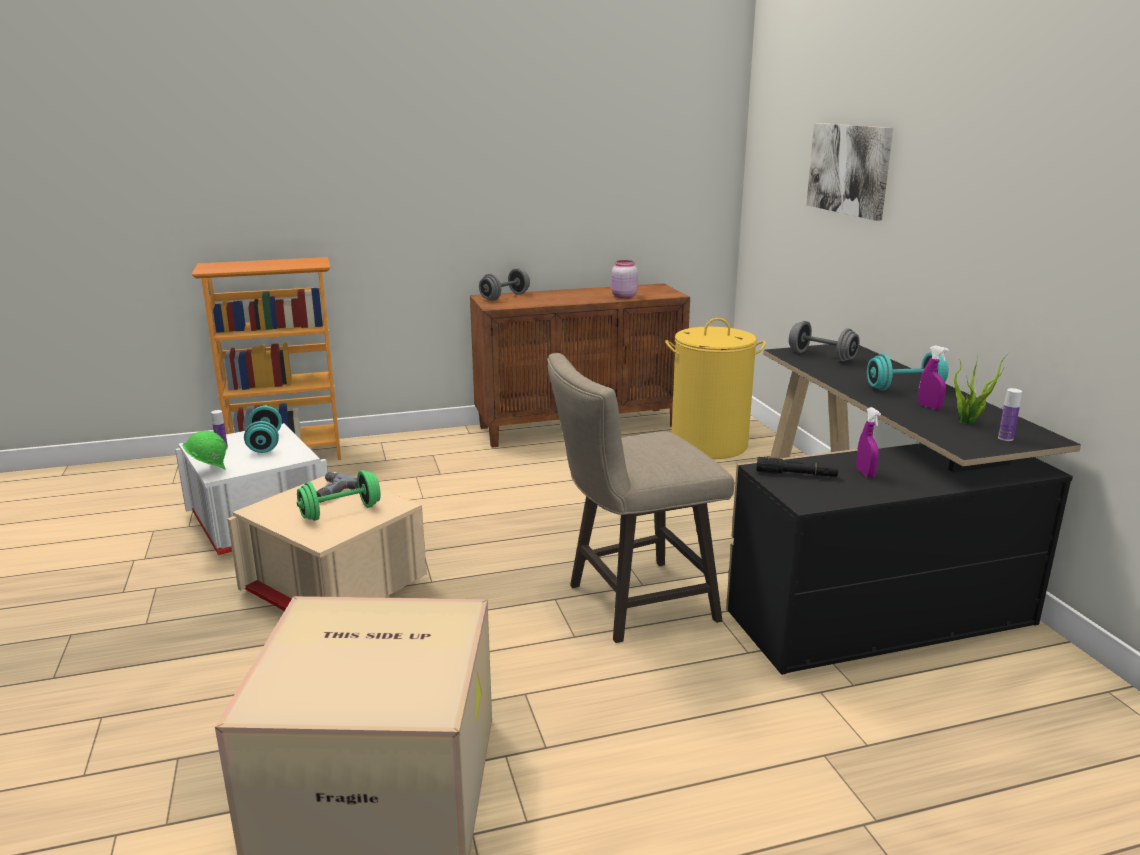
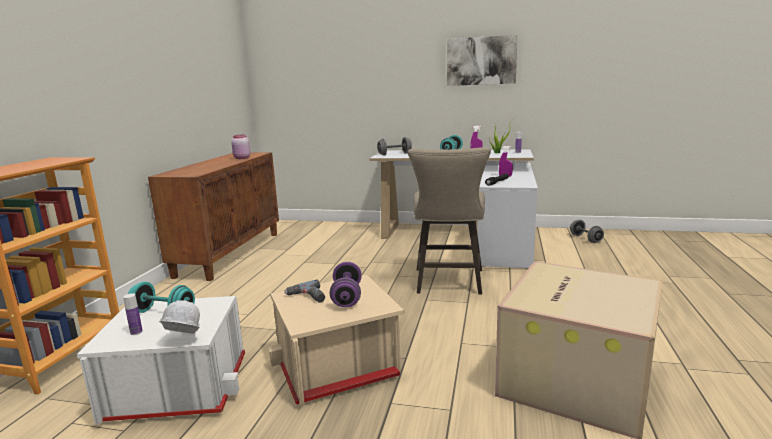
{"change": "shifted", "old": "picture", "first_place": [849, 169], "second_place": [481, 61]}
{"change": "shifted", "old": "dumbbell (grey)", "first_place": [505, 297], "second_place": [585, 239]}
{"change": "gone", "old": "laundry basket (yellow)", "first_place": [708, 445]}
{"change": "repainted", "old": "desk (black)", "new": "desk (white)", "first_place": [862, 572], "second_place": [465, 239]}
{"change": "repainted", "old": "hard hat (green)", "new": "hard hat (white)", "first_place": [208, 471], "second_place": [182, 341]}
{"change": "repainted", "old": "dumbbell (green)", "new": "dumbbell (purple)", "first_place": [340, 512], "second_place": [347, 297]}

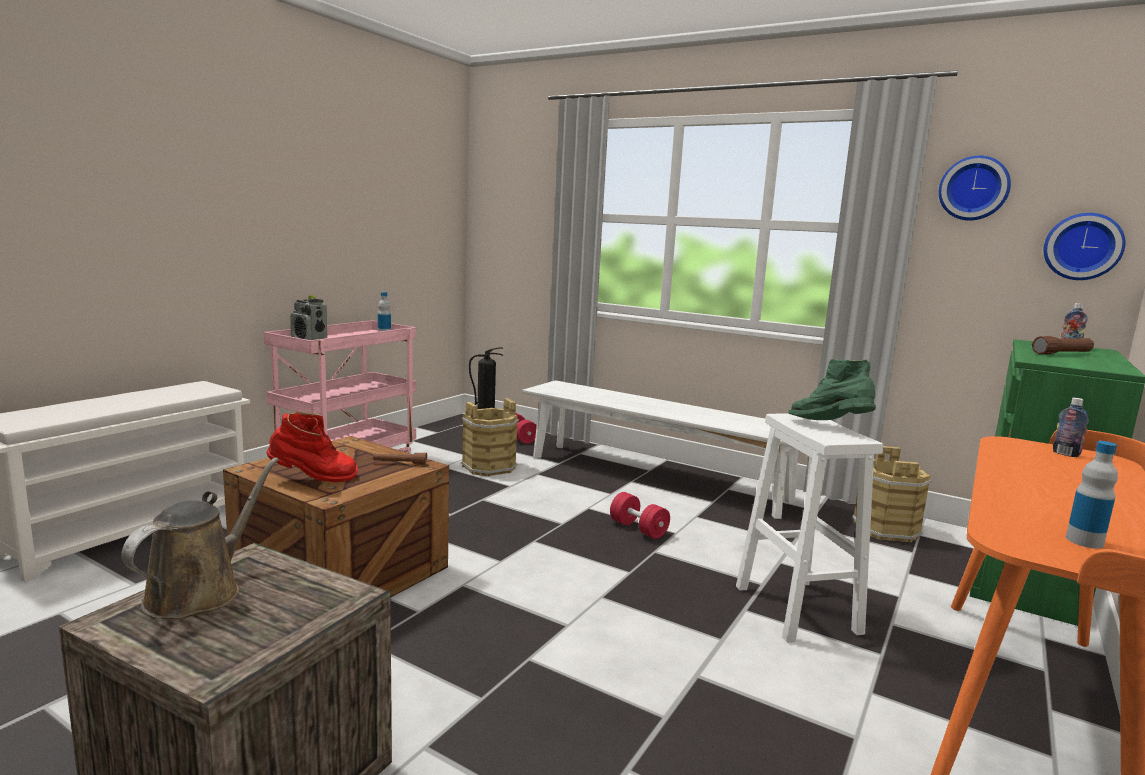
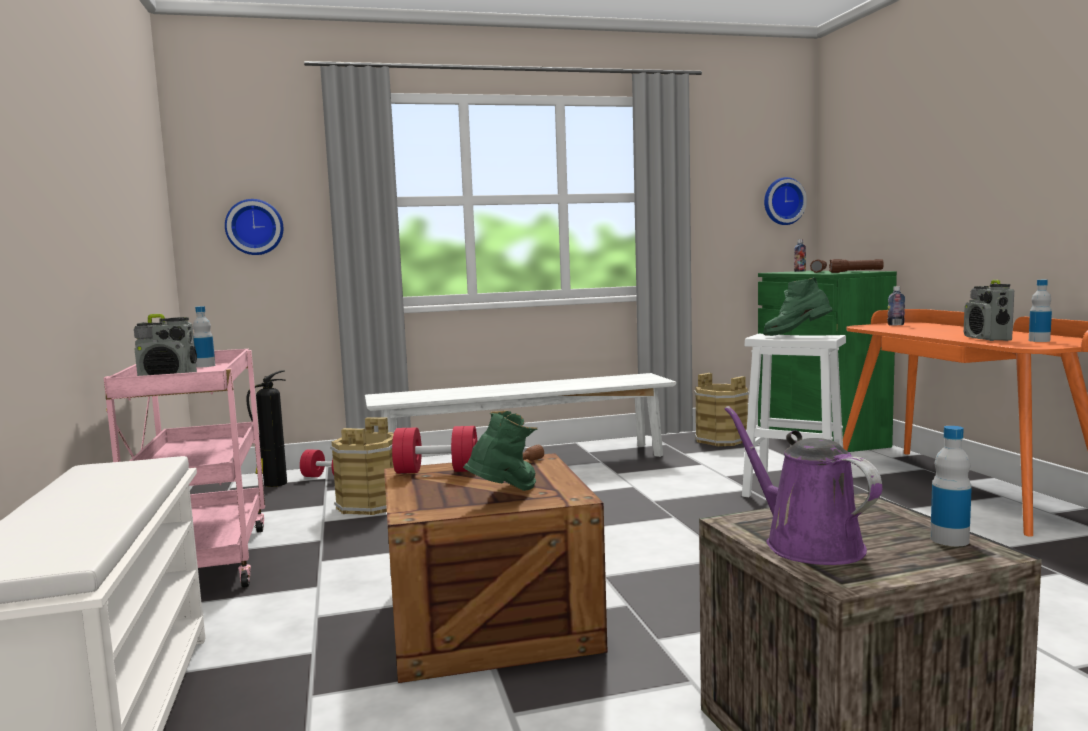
{"change": "shifted", "old": "wall clock", "first_place": [974, 188], "second_place": [254, 227]}
{"change": "repainted", "old": "boot (red)", "new": "boot (green)", "first_place": [313, 479], "second_place": [505, 496]}
{"change": "repainted", "old": "watering can (brown)", "new": "watering can (purple)", "first_place": [200, 592], "second_place": [806, 544]}
{"change": "shifted", "old": "dumbbell (red)", "first_place": [638, 529], "second_place": [437, 471]}
{"change": "new", "new": "flashlight (brown)", "second_place": [856, 272]}
{"change": "new", "new": "radio", "second_place": [987, 339]}
{"change": "new", "new": "bottle", "second_place": [949, 540]}

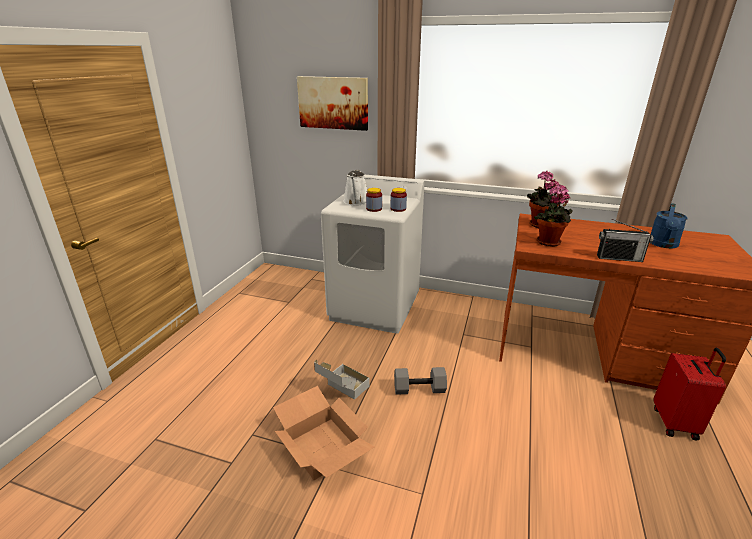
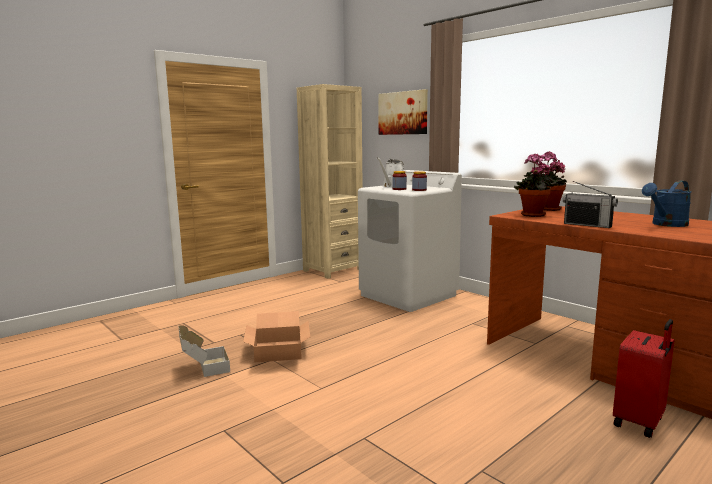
{"change": "shifted", "old": "cardboard box", "first_place": [342, 390], "second_place": [204, 368]}
{"change": "gone", "old": "dumbbell (grey)", "first_place": [419, 388]}
{"change": "new", "new": "bookcase (beige)", "second_place": [333, 270]}

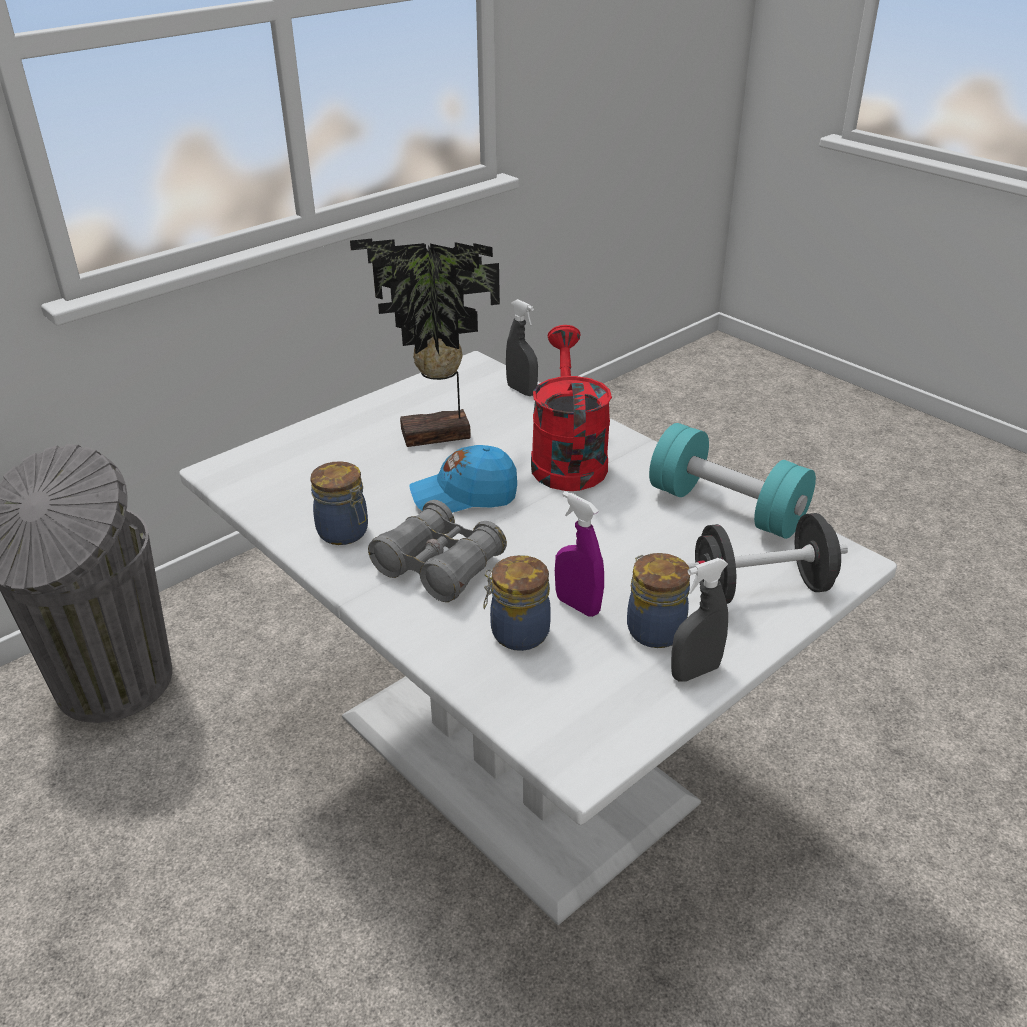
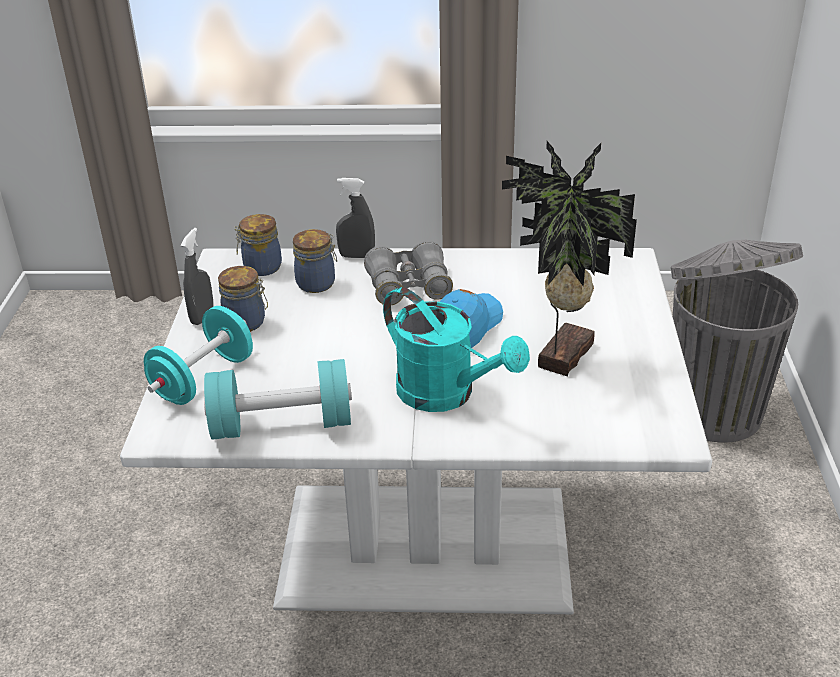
{"change": "shifted", "old": "spray bottle (grey)", "first_place": [521, 390], "second_place": [357, 256]}
{"change": "repainted", "old": "watering can (red)", "new": "watering can (turquoise)", "first_place": [567, 458], "second_place": [447, 394]}
{"change": "shifted", "old": "jar", "first_place": [344, 533], "second_place": [261, 267]}
{"change": "gone", "old": "spray bottle (purple)", "first_place": [577, 605]}
{"change": "repainted", "old": "dumbbell (black)", "new": "dumbbell (turquoise)", "first_place": [761, 589], "second_place": [203, 379]}

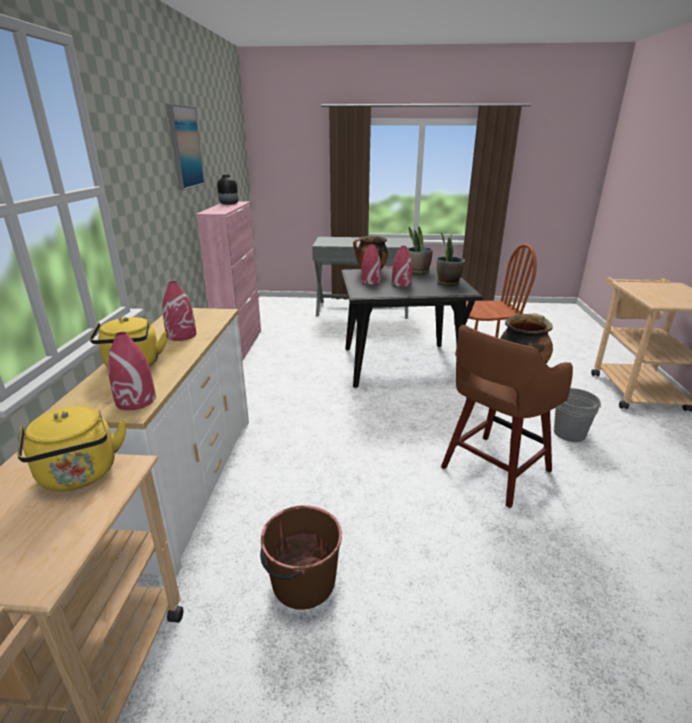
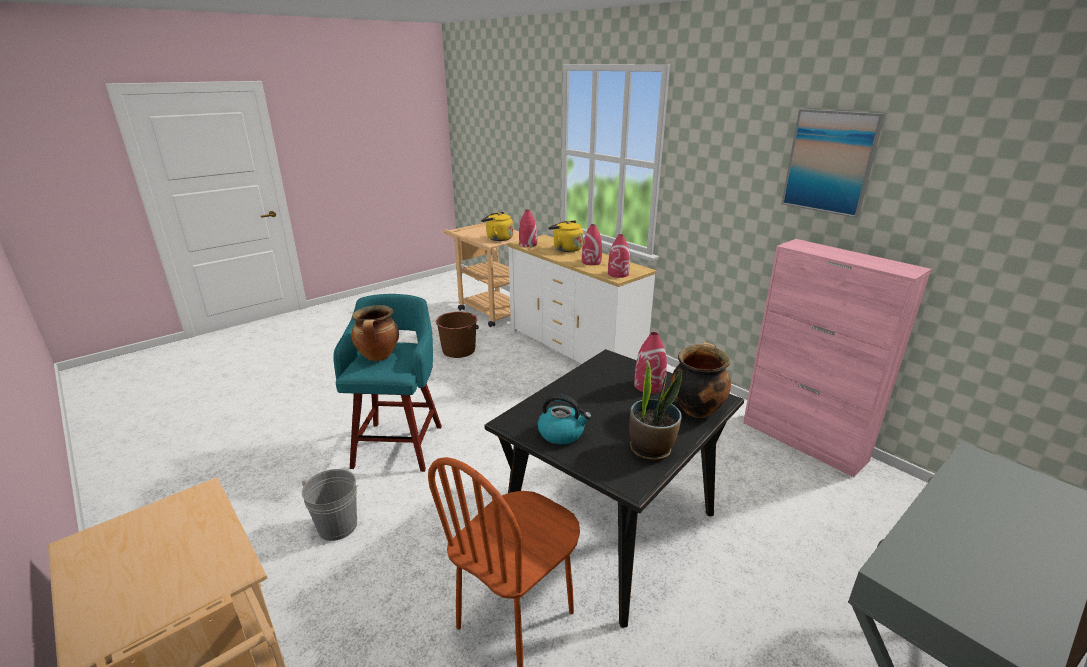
{"change": "gone", "old": "vase (black)", "first_place": [228, 204]}
{"change": "swapped", "old": "potted plant", "new": "kettle", "first_place": [448, 283], "second_place": [562, 433]}
{"change": "shifted", "old": "vase (red)", "first_place": [401, 284], "second_place": [618, 274]}
{"change": "repainted", "old": "stool (brown)", "new": "stool (turquoise)", "first_place": [493, 470], "second_place": [399, 444]}

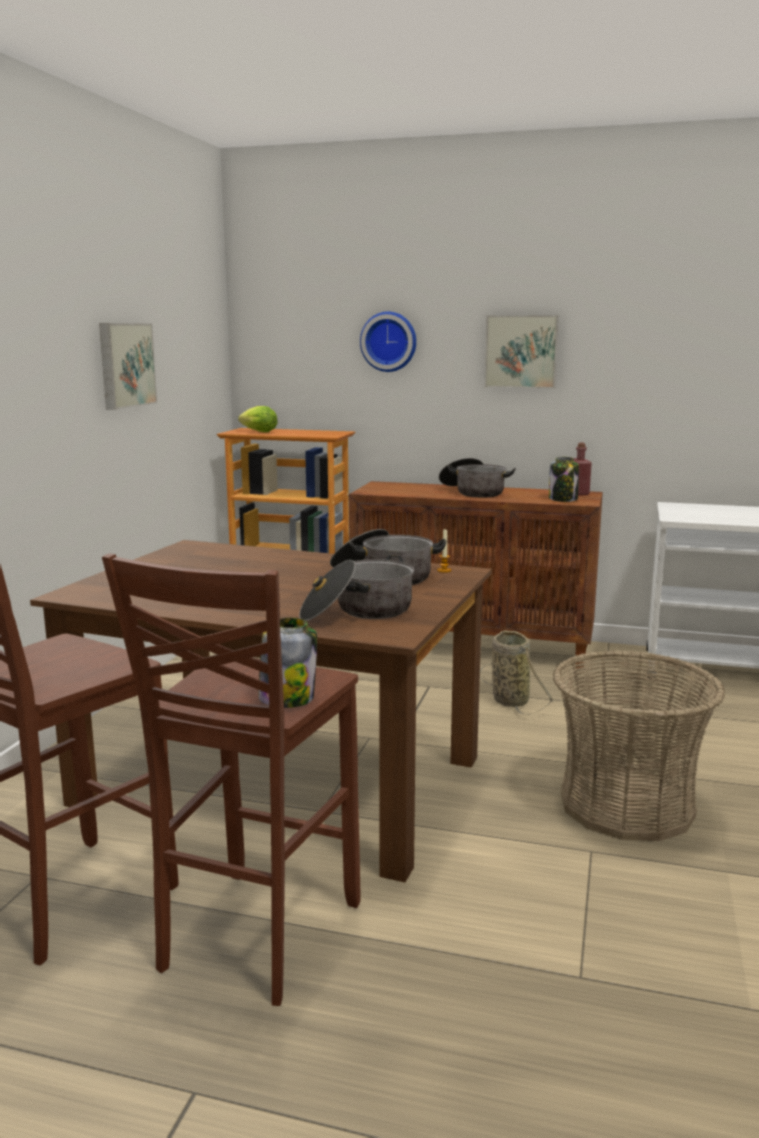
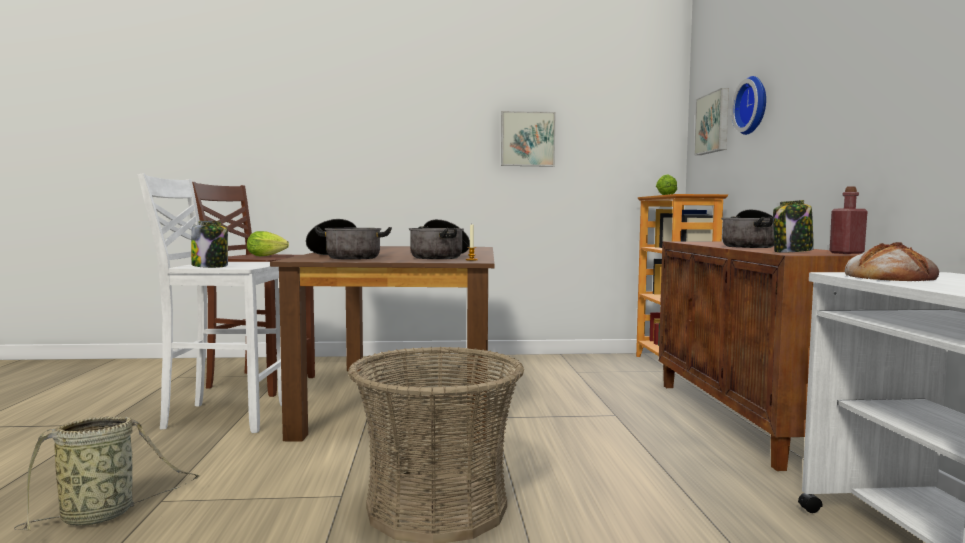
{"change": "shifted", "old": "picture", "first_place": [521, 351], "second_place": [714, 123]}
{"change": "repainted", "old": "stool (brown)", "new": "stool (white)", "first_place": [255, 937], "second_place": [223, 417]}
{"change": "shifted", "old": "basket", "first_place": [509, 699], "second_place": [103, 515]}
{"change": "new", "new": "lettuce", "second_place": [268, 256]}
{"change": "new", "new": "bread", "second_place": [889, 277]}

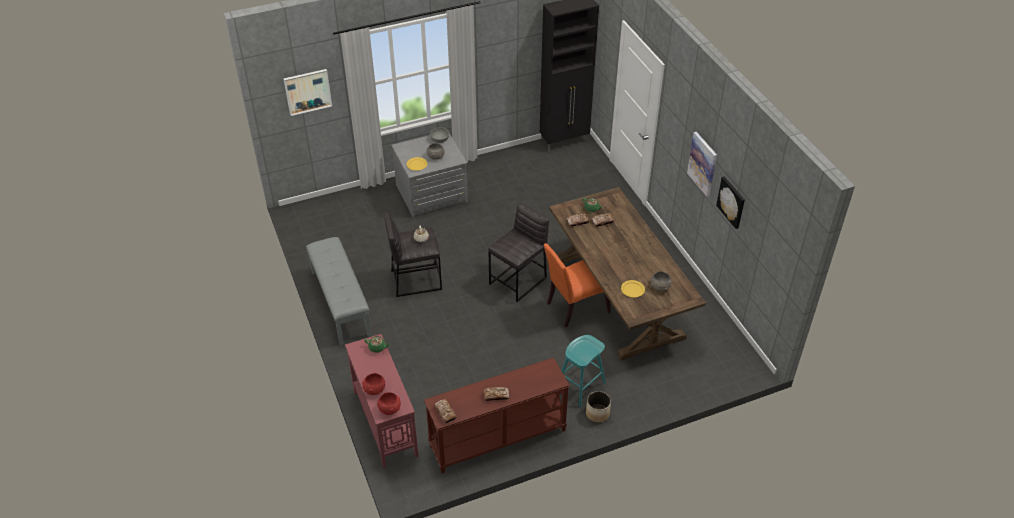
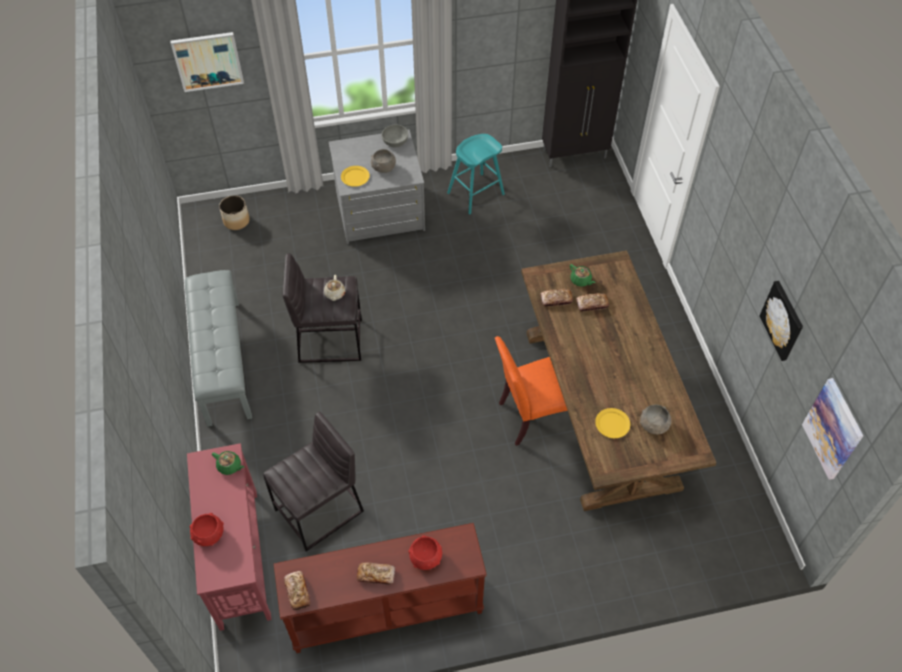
{"change": "shifted", "old": "picture", "first_place": [702, 163], "second_place": [833, 429]}
{"change": "shifted", "old": "stool (grey)", "first_place": [518, 280], "second_place": [320, 510]}
{"change": "shifted", "old": "stool (turquoise)", "first_place": [580, 386], "second_place": [475, 193]}
{"change": "shifted", "old": "planter", "first_place": [597, 413], "second_place": [236, 221]}
{"change": "shifted", "old": "bowl (red)", "first_place": [390, 408], "second_place": [426, 557]}

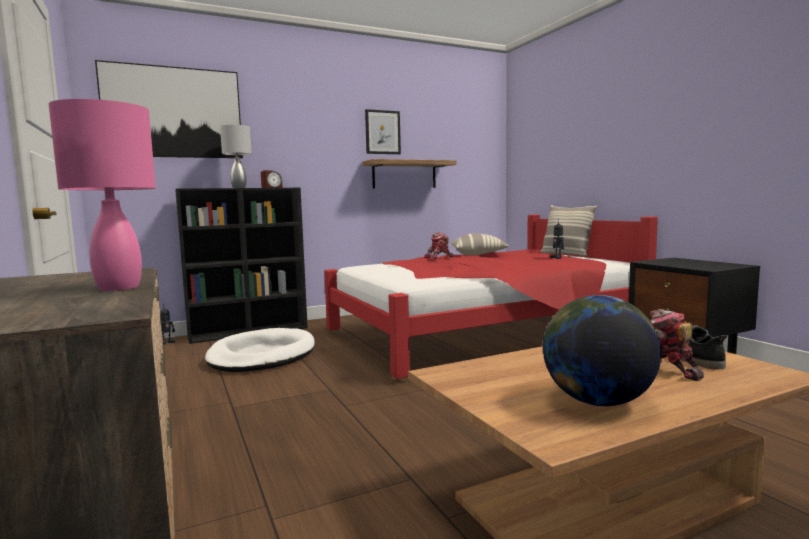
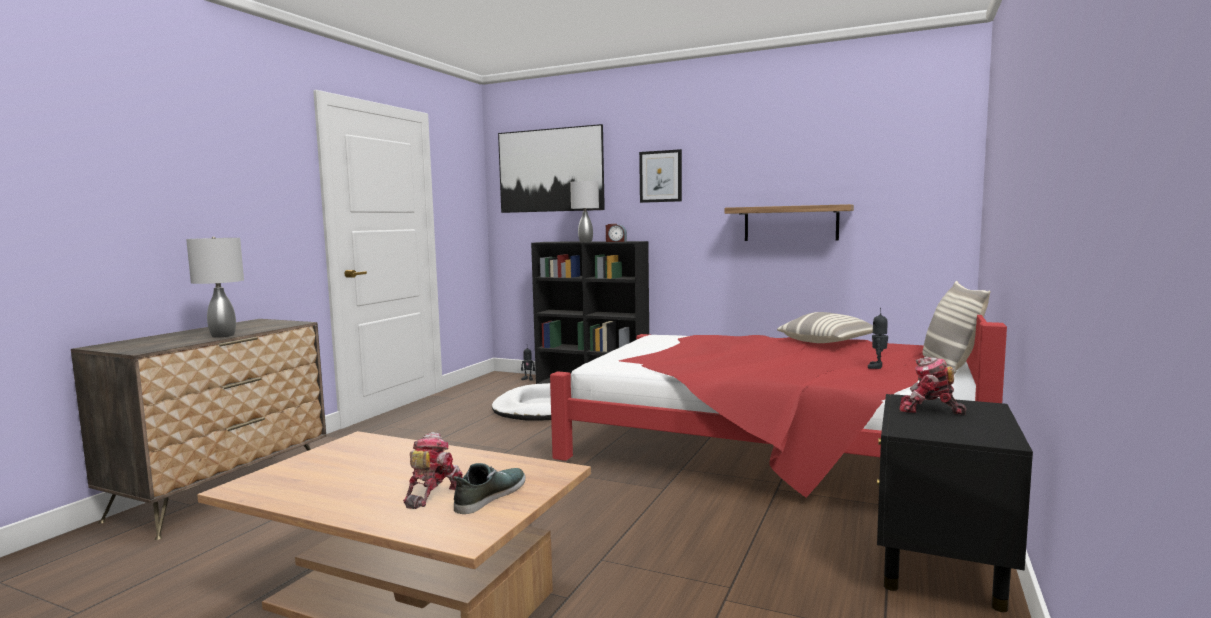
{"change": "repainted", "old": "table lamp (pink)", "new": "table lamp (grey)", "first_place": [119, 288], "second_place": [222, 336]}
{"change": "shifted", "old": "picture", "first_place": [382, 132], "second_place": [660, 176]}
{"change": "shifted", "old": "toy robot", "first_place": [439, 258], "second_place": [929, 410]}
{"change": "gone", "old": "globe", "first_place": [597, 401]}

